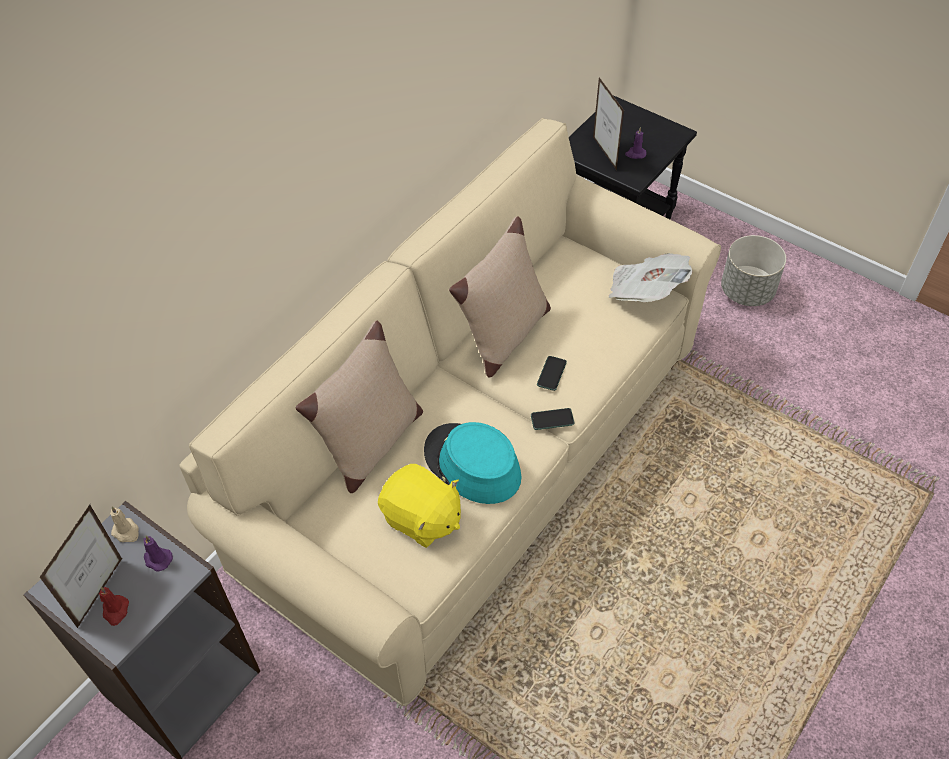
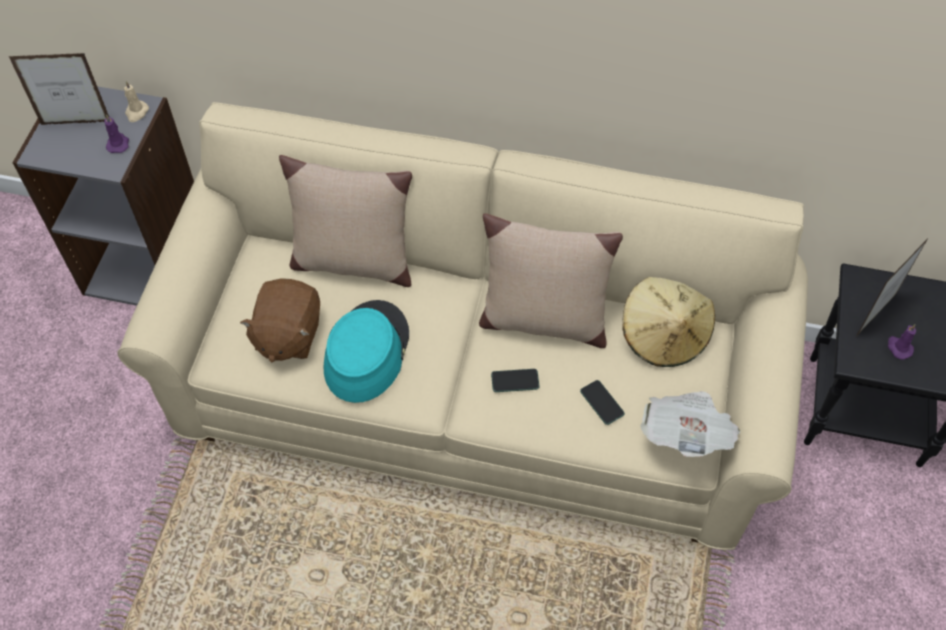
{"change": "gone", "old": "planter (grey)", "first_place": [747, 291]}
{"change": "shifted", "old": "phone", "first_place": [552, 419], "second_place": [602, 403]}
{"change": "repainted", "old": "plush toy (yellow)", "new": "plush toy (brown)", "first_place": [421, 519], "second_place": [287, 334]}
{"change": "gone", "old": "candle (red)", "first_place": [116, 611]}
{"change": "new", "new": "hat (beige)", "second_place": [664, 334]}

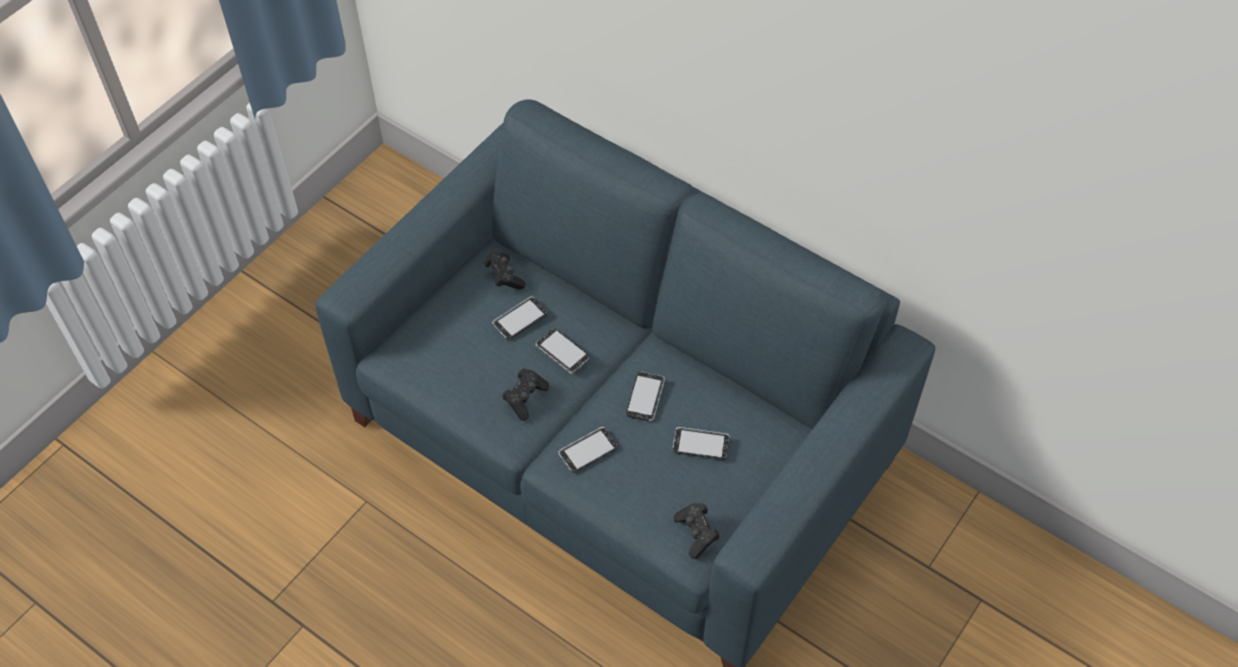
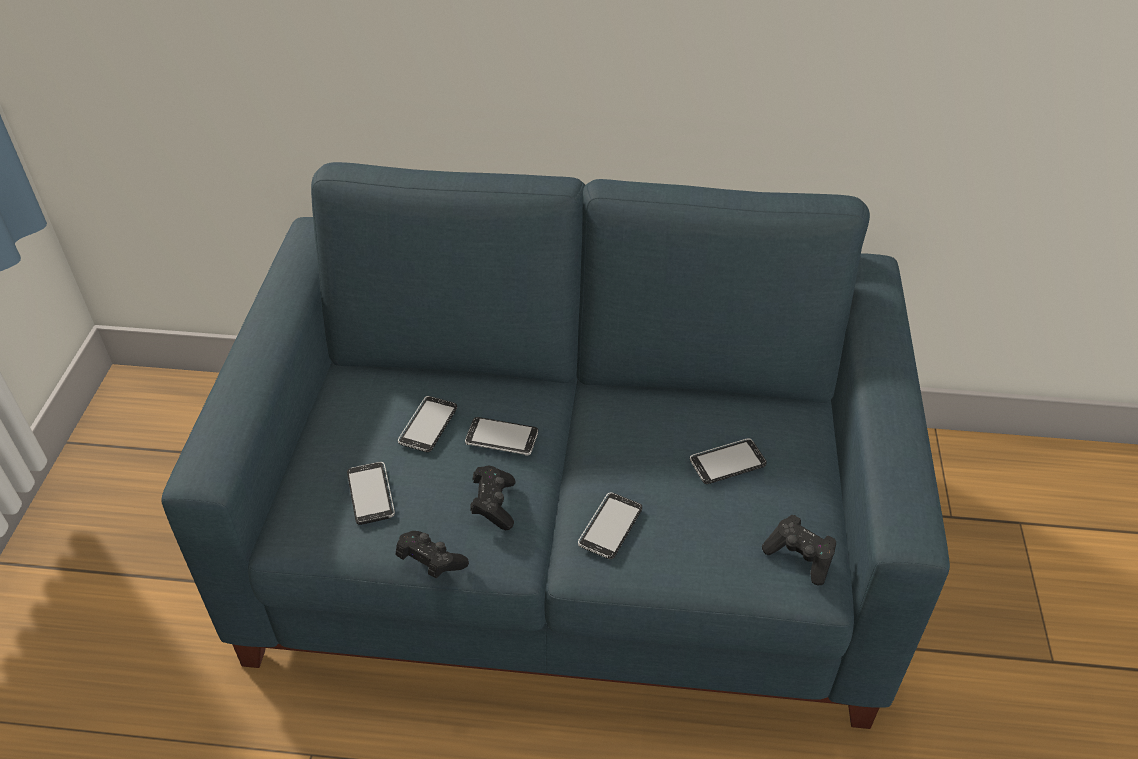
{"change": "shifted", "old": "game controller (black)", "first_place": [504, 277], "second_place": [430, 562]}
{"change": "shifted", "old": "phone", "first_place": [645, 397], "second_place": [371, 494]}

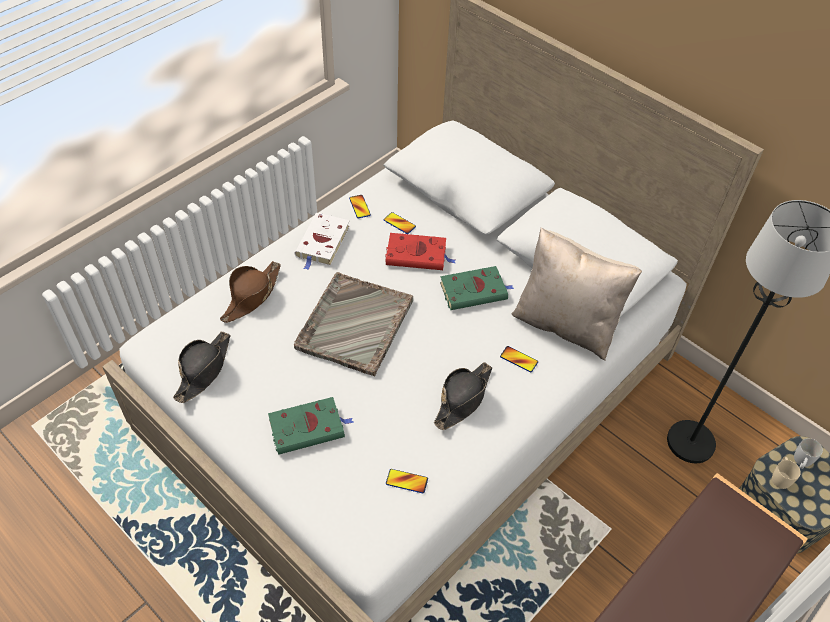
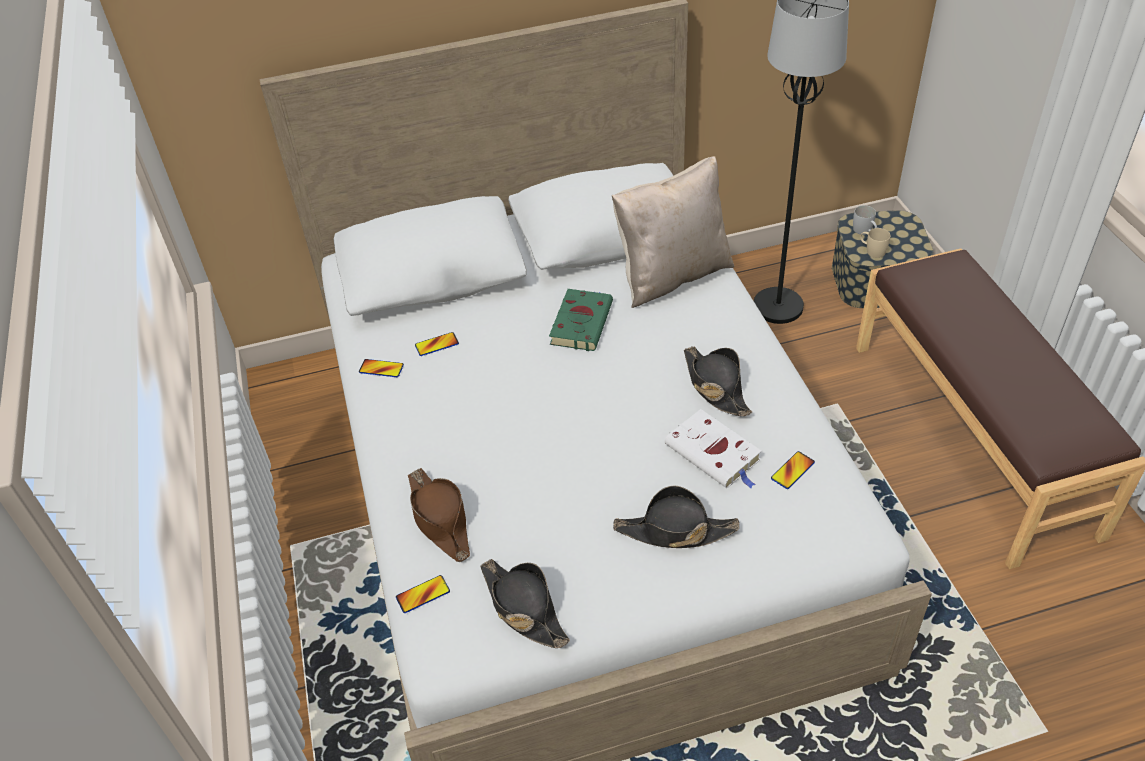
{"change": "shifted", "old": "book (white)", "first_place": [322, 243], "second_place": [715, 454]}
{"change": "gone", "old": "book (red)", "first_place": [418, 255]}
{"change": "gone", "old": "tray (grey)", "first_place": [354, 325]}
{"change": "shifted", "old": "phone", "first_place": [518, 359], "second_place": [423, 595]}
{"change": "swapped", "old": "book (green)", "new": "hat (black)", "first_place": [309, 428], "second_place": [675, 531]}

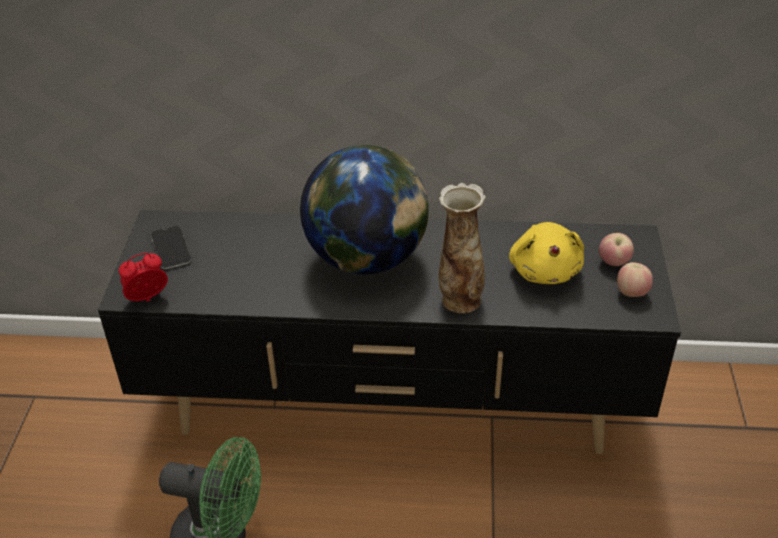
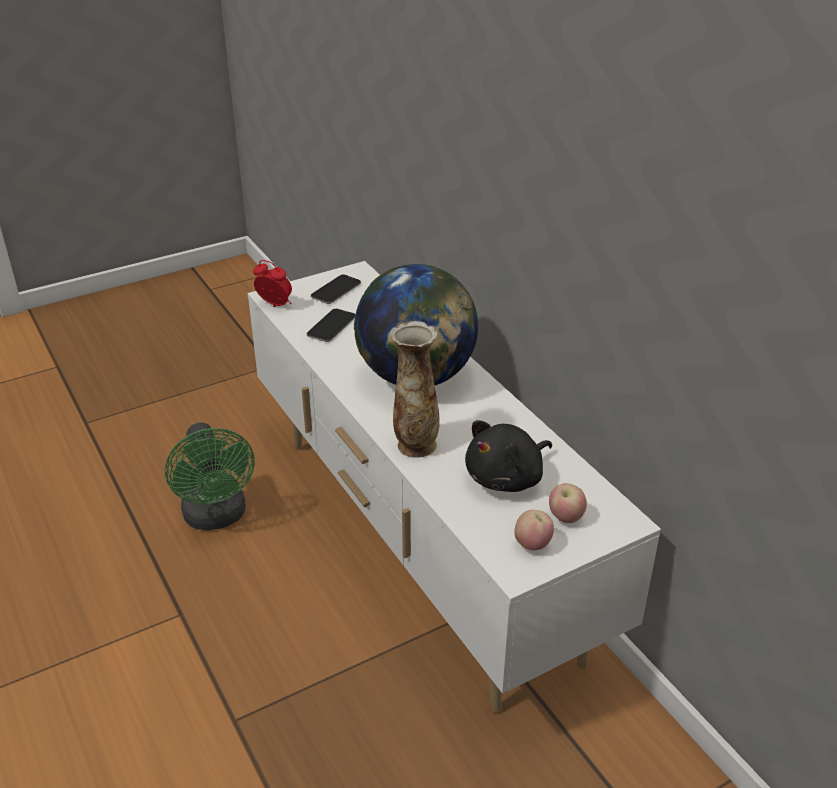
{"change": "repainted", "old": "tv stand (black)", "new": "tv stand (white)", "first_place": [393, 409], "second_place": [420, 546]}
{"change": "repainted", "old": "plush toy (yellow)", "new": "plush toy (black)", "first_place": [545, 270], "second_place": [507, 478]}
{"change": "new", "new": "phone", "second_place": [331, 326]}

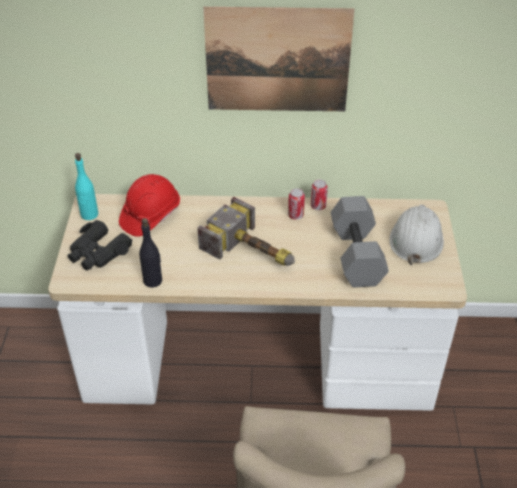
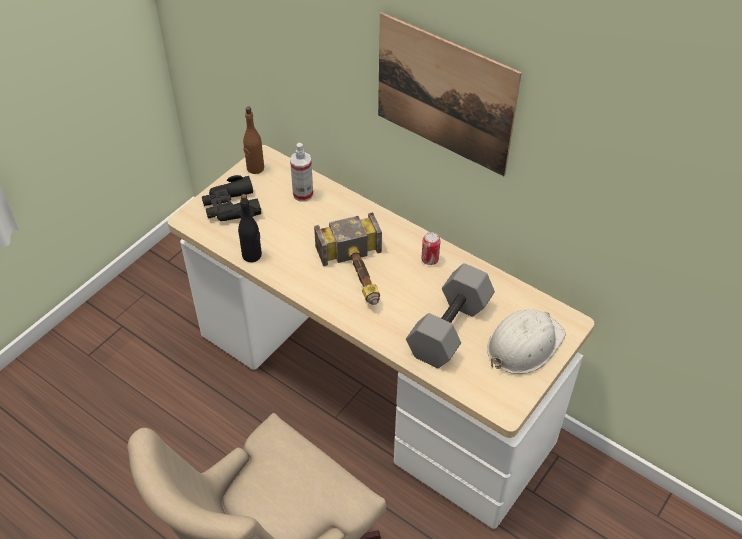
{"change": "repainted", "old": "bottle (turquoise)", "new": "bottle (brown)", "first_place": [89, 214], "second_place": [255, 168]}
{"change": "swapped", "old": "hard hat (red)", "new": "spray bottle", "first_place": [150, 215], "second_place": [303, 194]}
{"change": "gone", "old": "can", "first_place": [318, 206]}

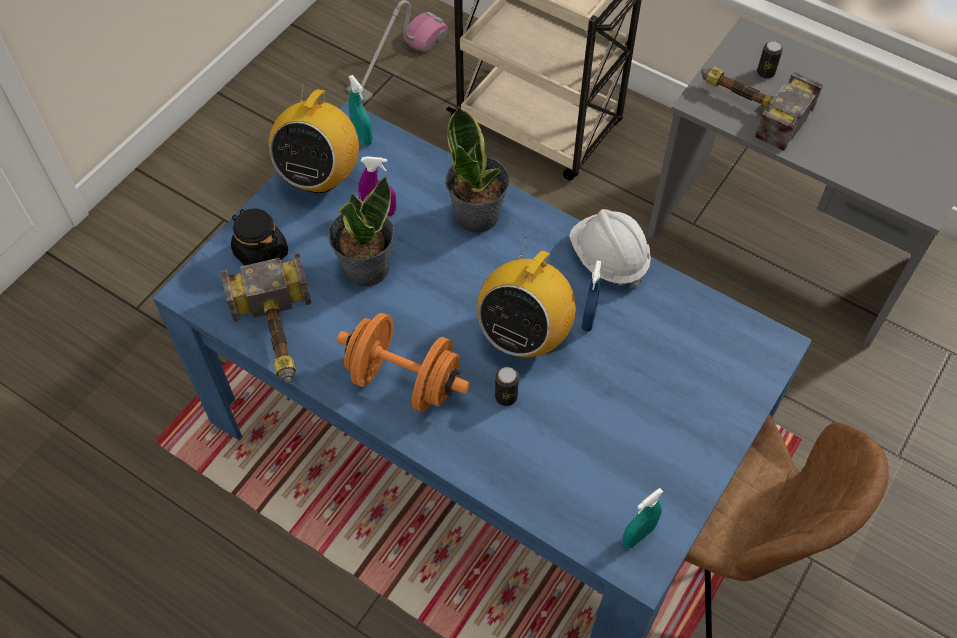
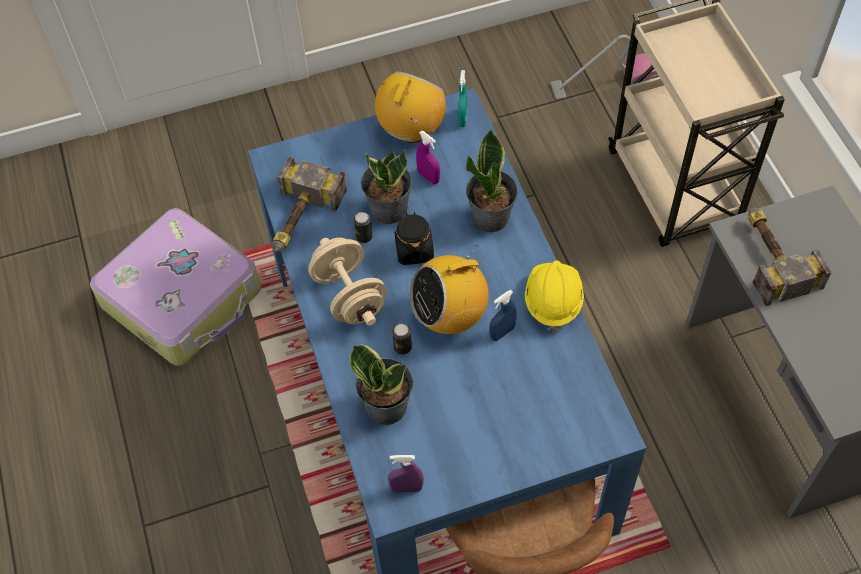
{"change": "shifted", "old": "can", "first_place": [765, 73], "second_place": [364, 237]}
{"change": "rotated", "old": "radio", "first_place": [320, 176], "second_place": [411, 130], "degrees": 150}
{"change": "shifted", "old": "jar (black)", "first_place": [261, 254], "second_place": [414, 250]}
{"change": "repainted", "old": "hard hat (white)", "new": "hard hat (yellow)", "first_place": [608, 259], "second_place": [552, 301]}
{"change": "repainted", "old": "dumbbell (orange)", "new": "dumbbell (beige)", "first_place": [404, 380], "second_place": [349, 296]}
{"change": "repainted", "old": "spray bottle (turquoise)", "new": "spray bottle (purple)", "first_place": [638, 535], "second_place": [406, 488]}
{"change": "new", "new": "suitcase", "second_place": [184, 298]}
{"change": "new", "new": "potted plant", "second_place": [387, 406]}

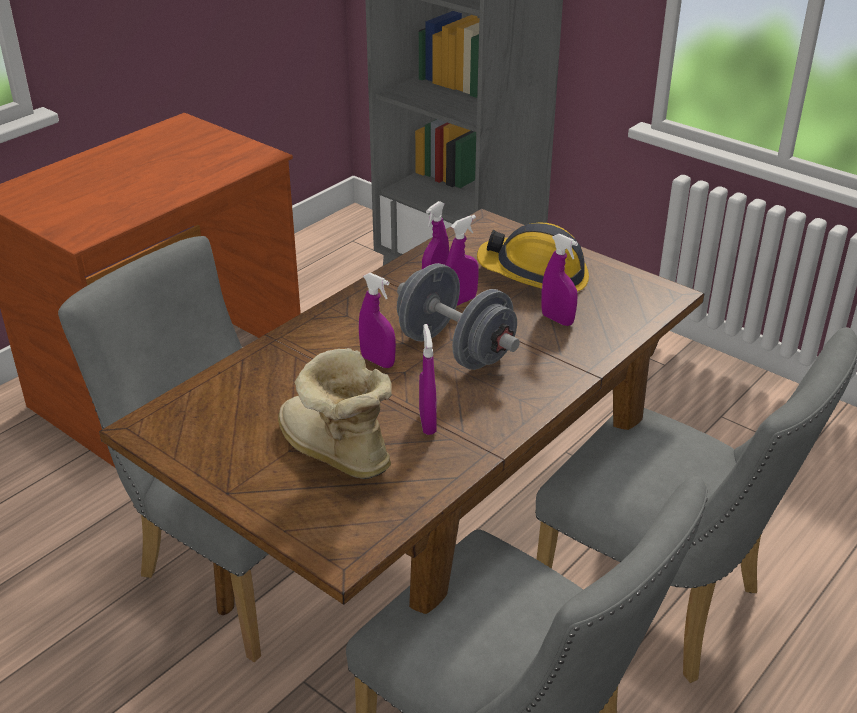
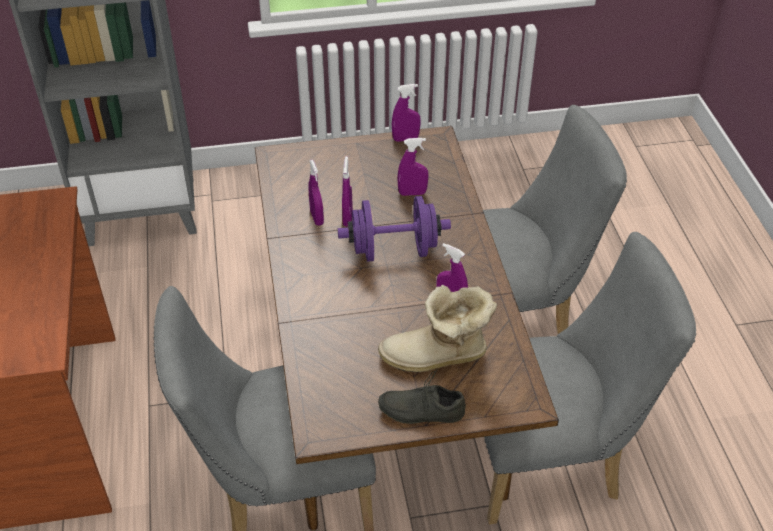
{"change": "gone", "old": "hard hat", "first_place": [534, 274]}
{"change": "repainted", "old": "dumbbell (grey)", "new": "dumbbell (purple)", "first_place": [455, 349], "second_place": [394, 250]}
{"change": "shifted", "old": "spray bottle (purple)", "first_place": [377, 361], "second_place": [405, 139]}
{"change": "new", "new": "shoe (grey)", "second_place": [421, 408]}

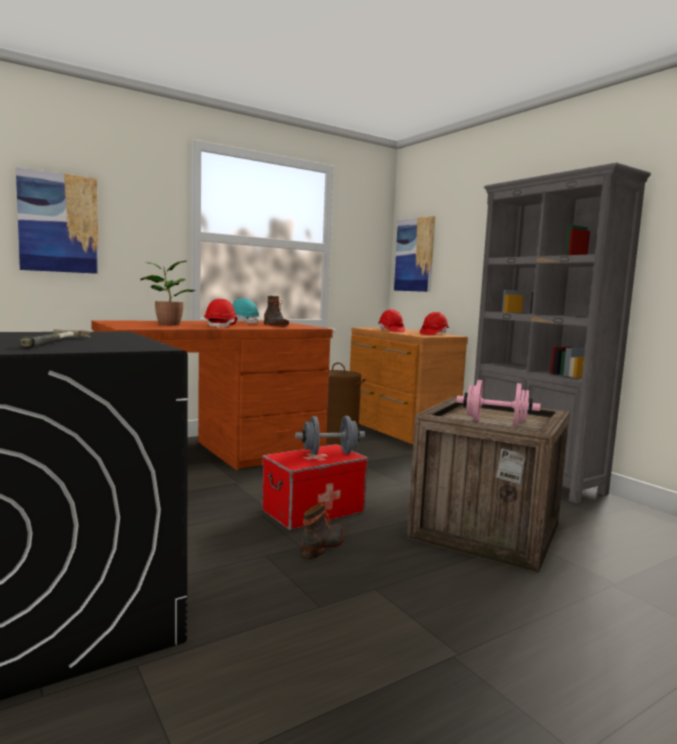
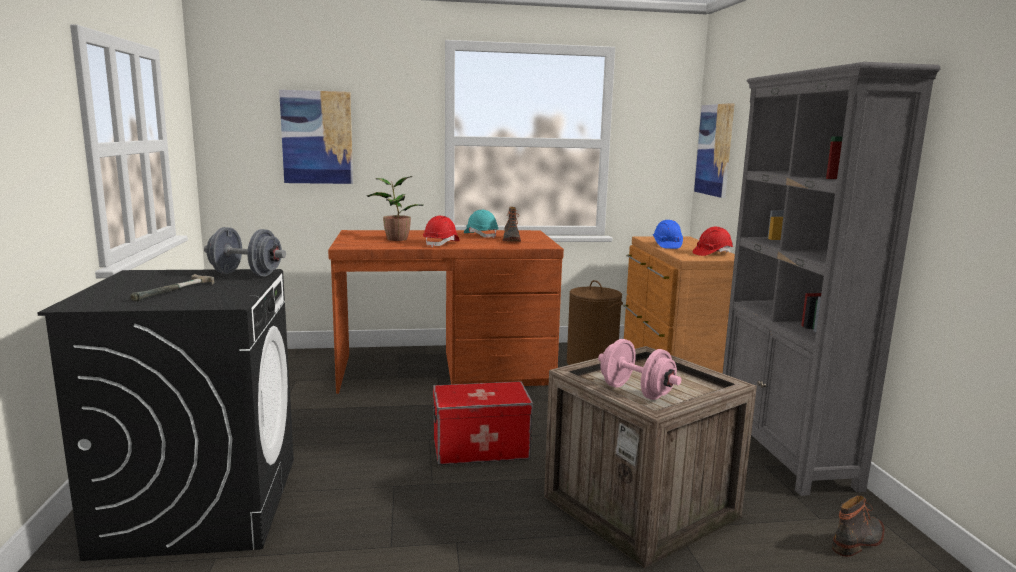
{"change": "repainted", "old": "hard hat (red)", "new": "hard hat (blue)", "first_place": [391, 331], "second_place": [667, 245]}
{"change": "shifted", "old": "dumbbell (grey)", "first_place": [329, 453], "second_place": [246, 274]}
{"change": "shifted", "old": "boot", "first_place": [324, 545], "second_place": [859, 541]}

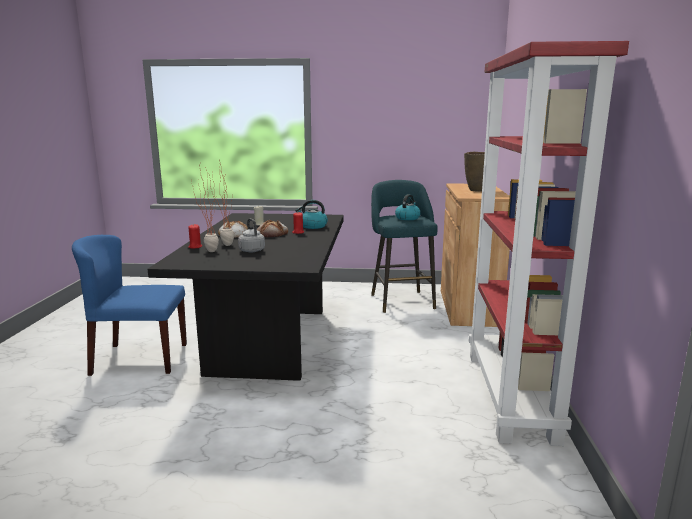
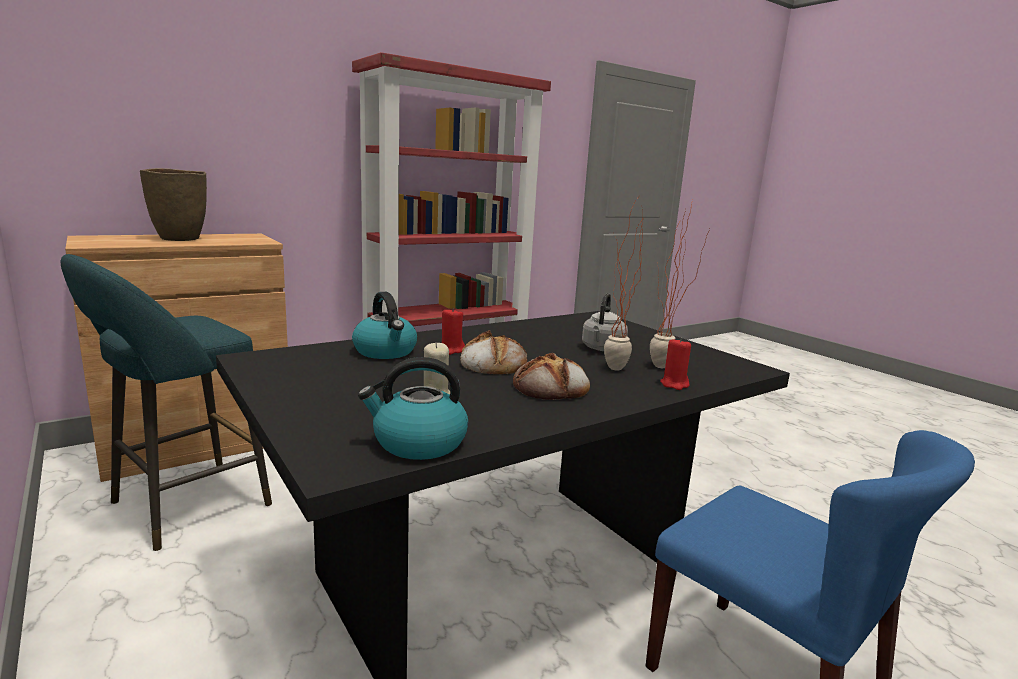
{"change": "shifted", "old": "kettle", "first_place": [407, 218], "second_place": [418, 443]}

